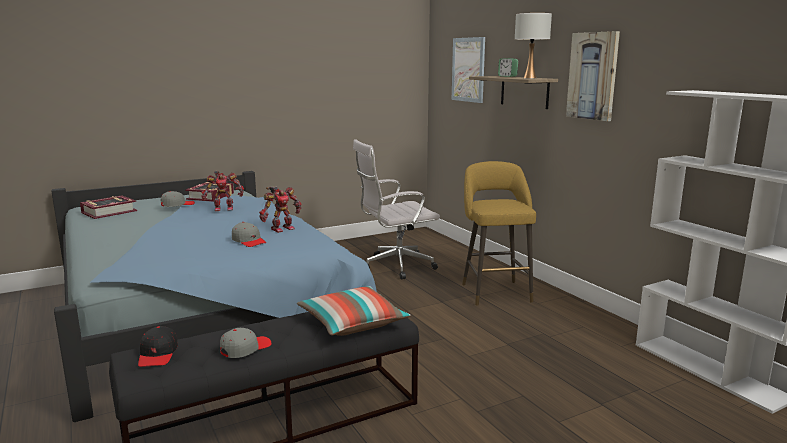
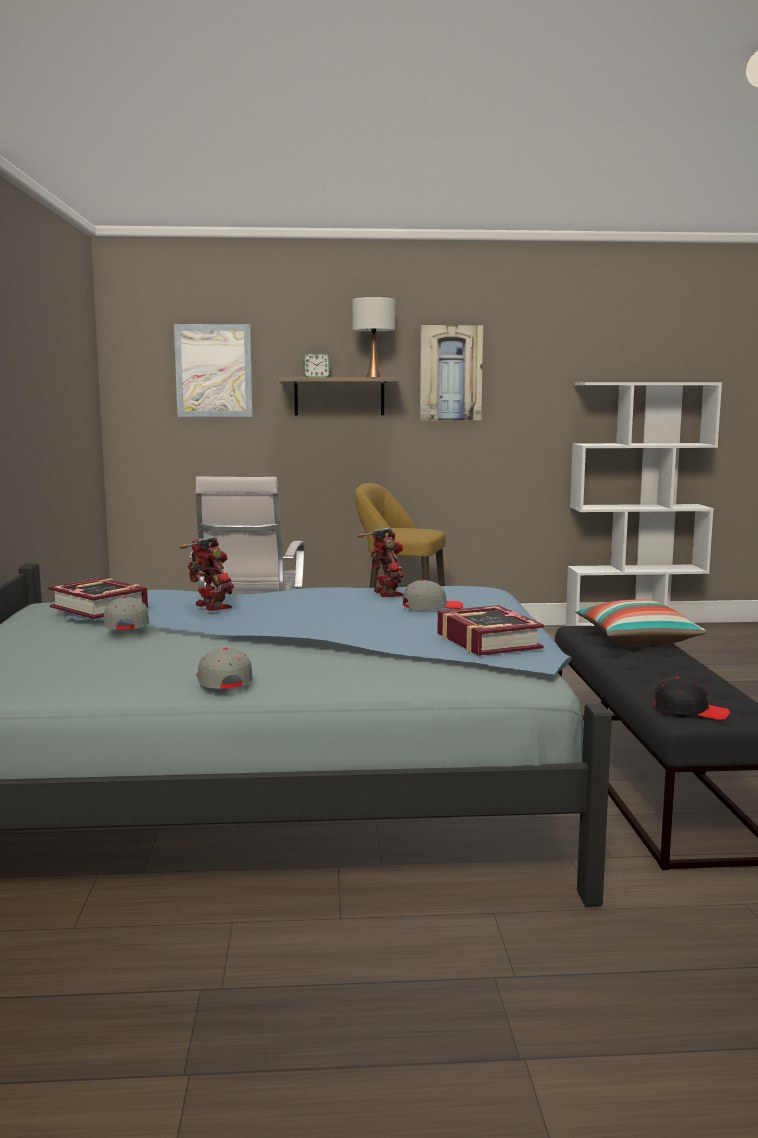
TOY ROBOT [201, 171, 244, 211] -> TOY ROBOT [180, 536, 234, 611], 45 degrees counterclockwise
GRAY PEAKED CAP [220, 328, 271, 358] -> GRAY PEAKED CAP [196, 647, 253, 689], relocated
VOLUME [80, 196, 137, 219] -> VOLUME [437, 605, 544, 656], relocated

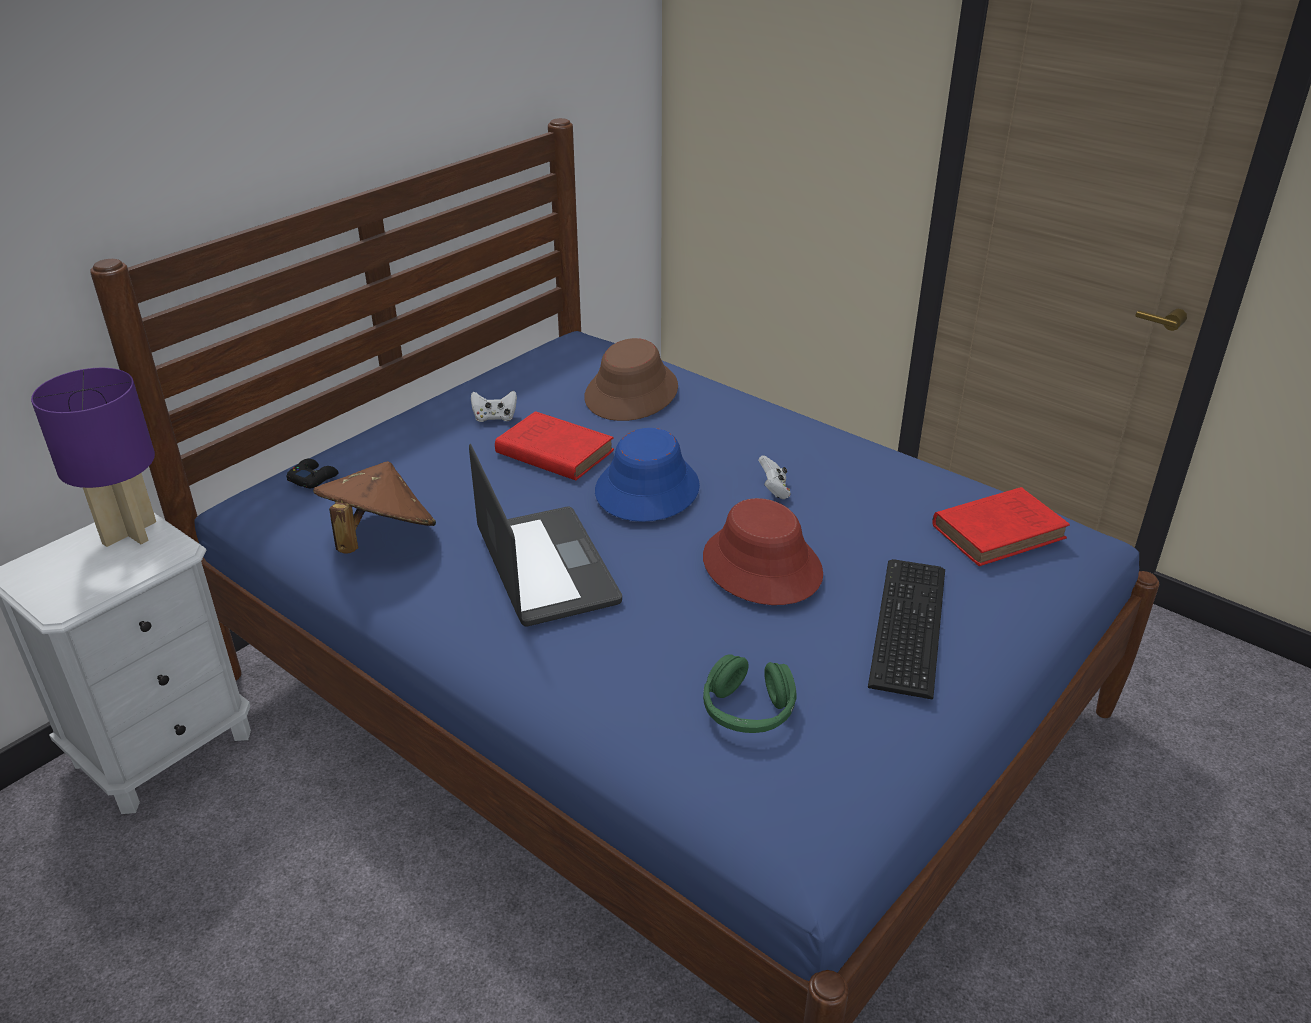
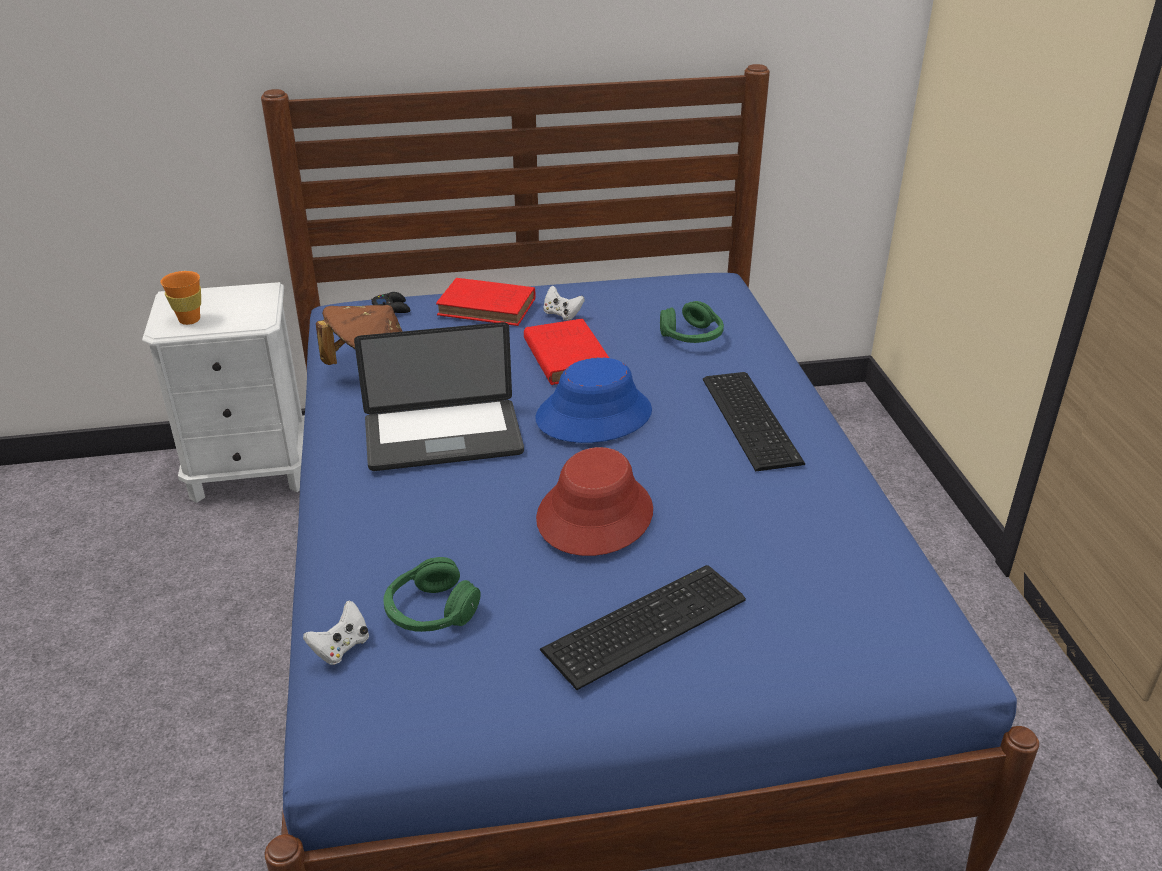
none -> ORANGE CUP [160, 271, 201, 325]
WHITISH GAME CONTROLLER [758, 455, 791, 499] -> WHITISH GAME CONTROLLER [303, 600, 369, 665], relocated
PORTABLE COMPUTER [469, 444, 622, 627] -> PORTABLE COMPUTER [354, 322, 524, 471], 60 degrees clockwise
RED VOLUME [932, 487, 1070, 566] -> RED VOLUME [436, 278, 535, 326], relocated
BROWN HAT [584, 338, 678, 421] -> GREEN HEADSET [660, 301, 724, 343]
none -> PC KEYBOARD [703, 372, 805, 471]
PURPLE TABLETOP LAMP [31, 368, 156, 547] -> none

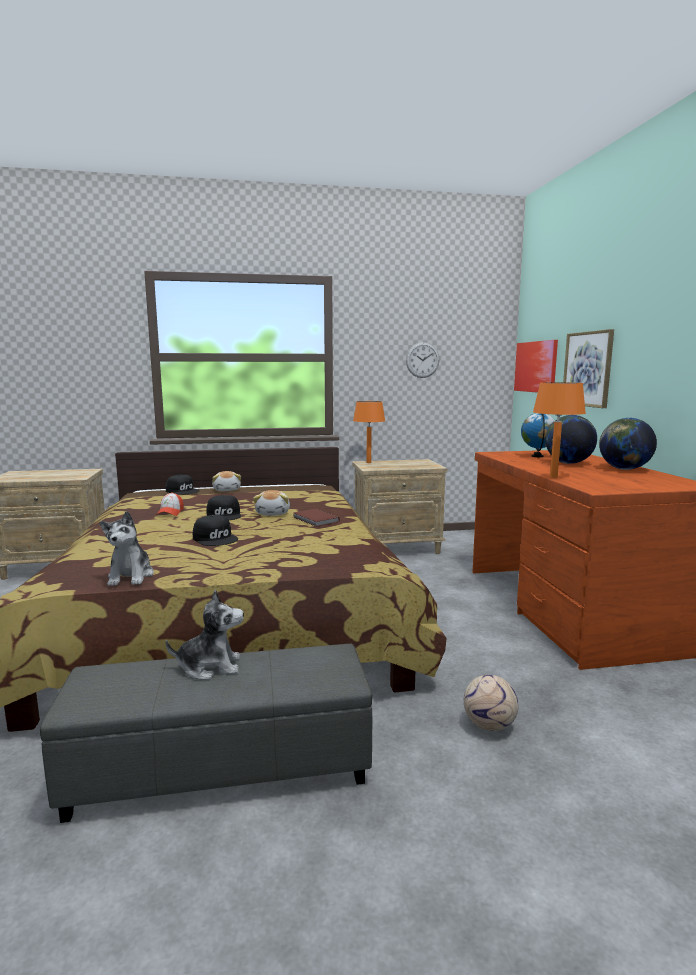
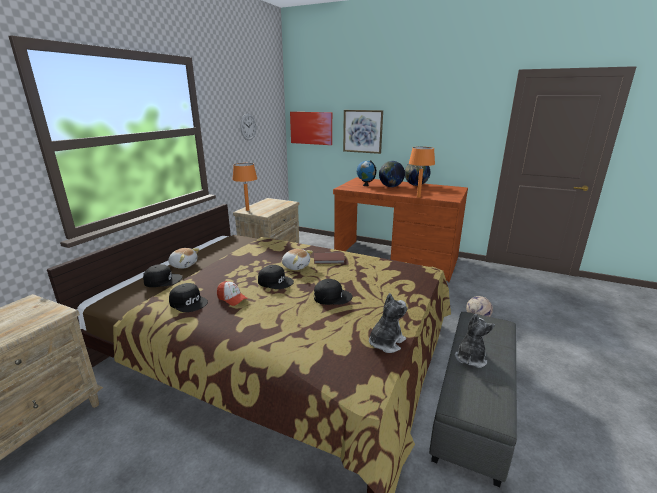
none -> BLACKISH PEAKED CAP [169, 283, 208, 312]
CUDDLY TOY [100, 511, 154, 586] -> CUDDLY TOY [369, 293, 408, 353], 75 degrees counterclockwise

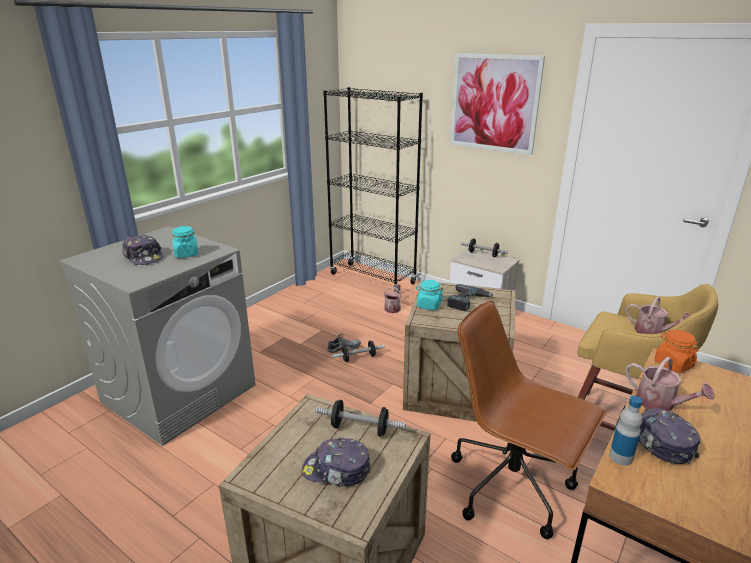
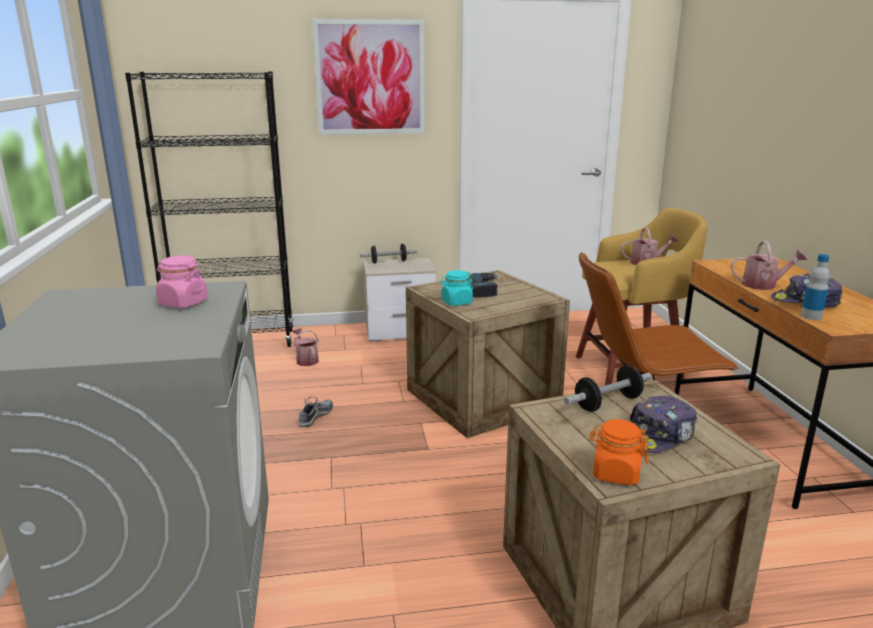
BLUE-GREEN JAR [172, 226, 198, 258] -> PINK JAR [156, 256, 208, 308]
ORANGE JAR [655, 330, 699, 373] -> ORANGE JAR [589, 419, 649, 485], relocated
PEAKED CAP [122, 235, 163, 265] -> none
DUMBBELL [332, 341, 385, 362] -> none

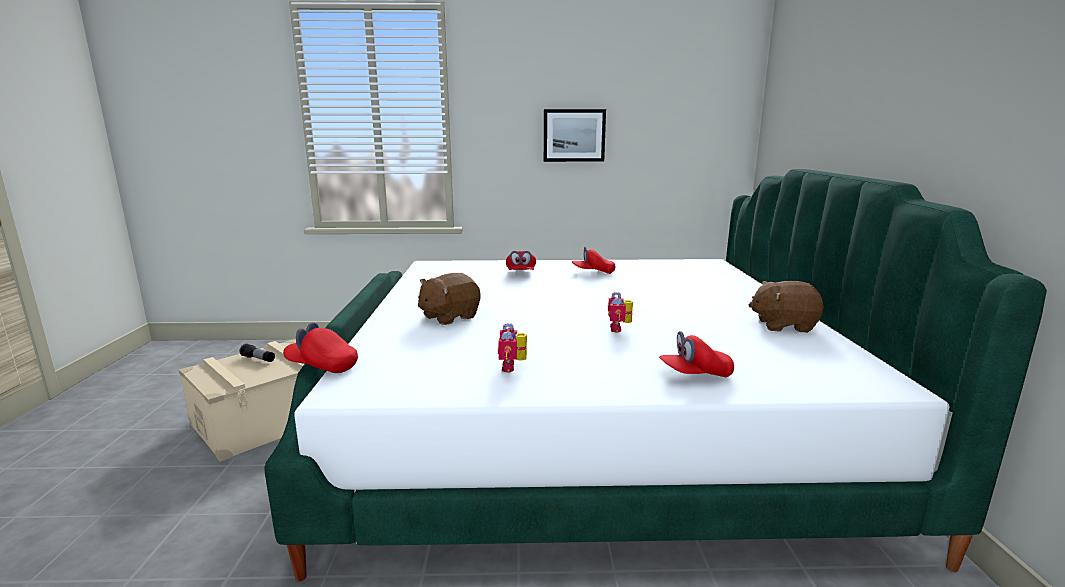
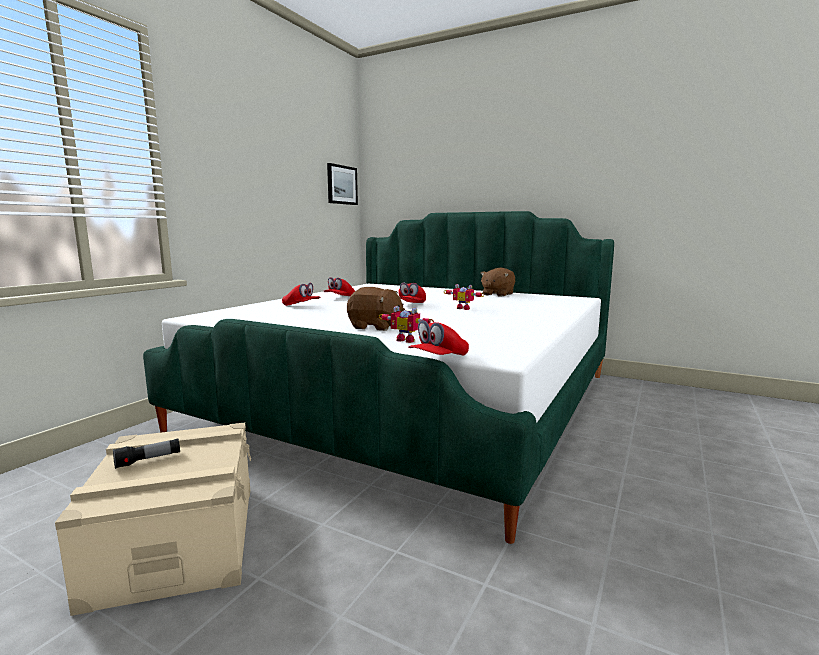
PICTURE [544, 109, 606, 162] -> PICTURE [327, 163, 358, 205], relocated
BROWN CUDDLY TOY [418, 273, 480, 325] -> BROWN CUDDLY TOY [347, 287, 405, 331], 60 degrees counterclockwise
TOY ROBOT [498, 323, 527, 372] -> TOY ROBOT [379, 306, 434, 343], relocated
RED PEAKED CAP [659, 331, 734, 377] -> RED PEAKED CAP [398, 282, 426, 303], relocated

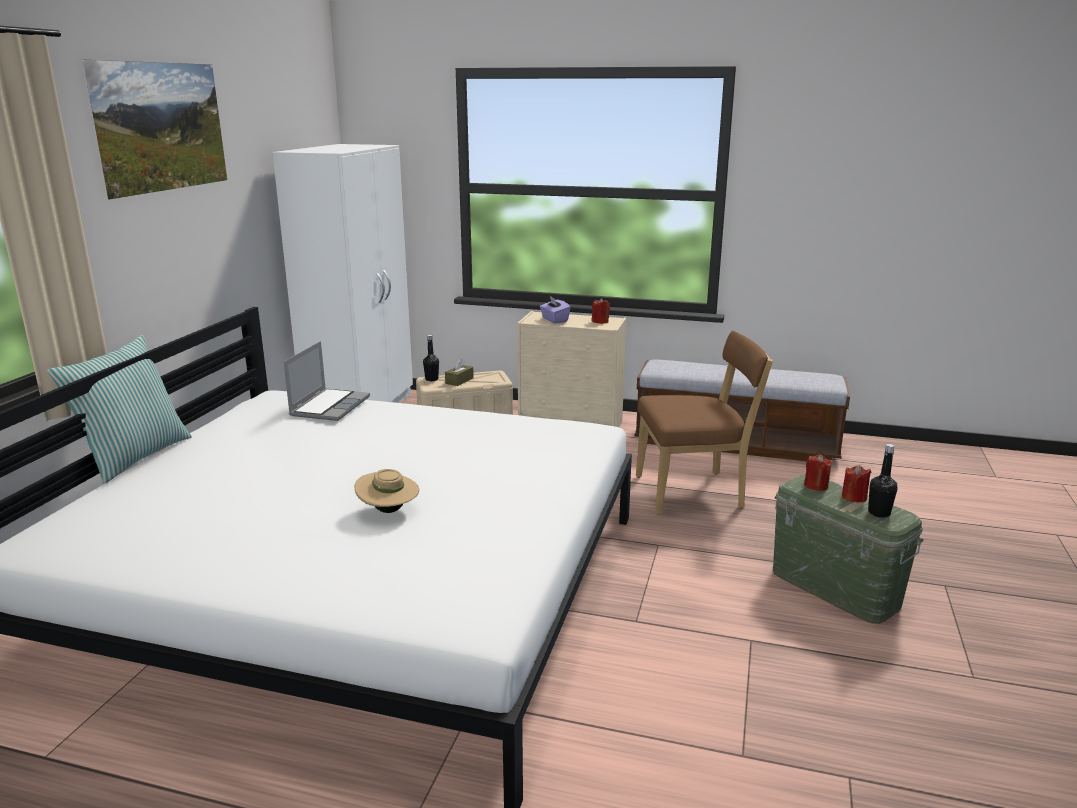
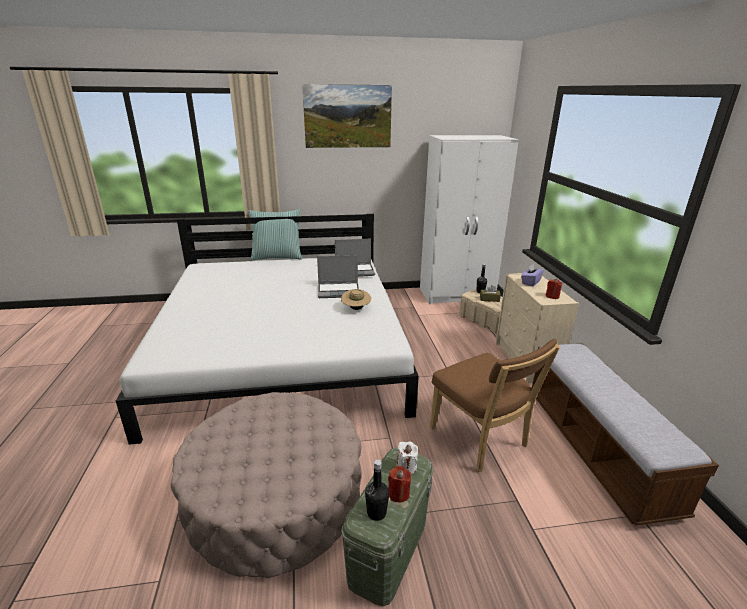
none -> BEIGE-COLOURED FOOTREST [171, 392, 361, 578]
none -> PORTABLE COMPUTER [317, 255, 359, 298]
BEIGE-COLOURED HAT [355, 469, 419, 513] -> BEIGE-COLOURED HAT [341, 289, 371, 310], relocated
RED CANDLE [804, 455, 832, 491] -> WHITISH CANDLE [397, 441, 418, 474]

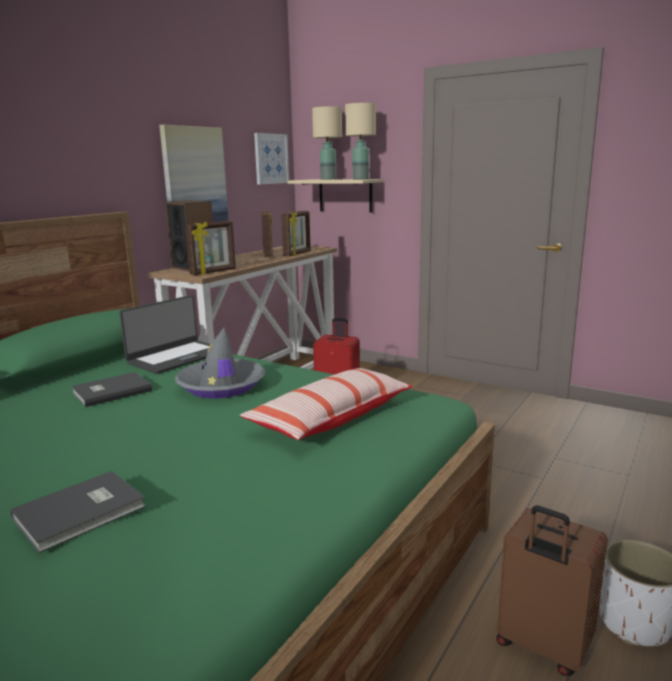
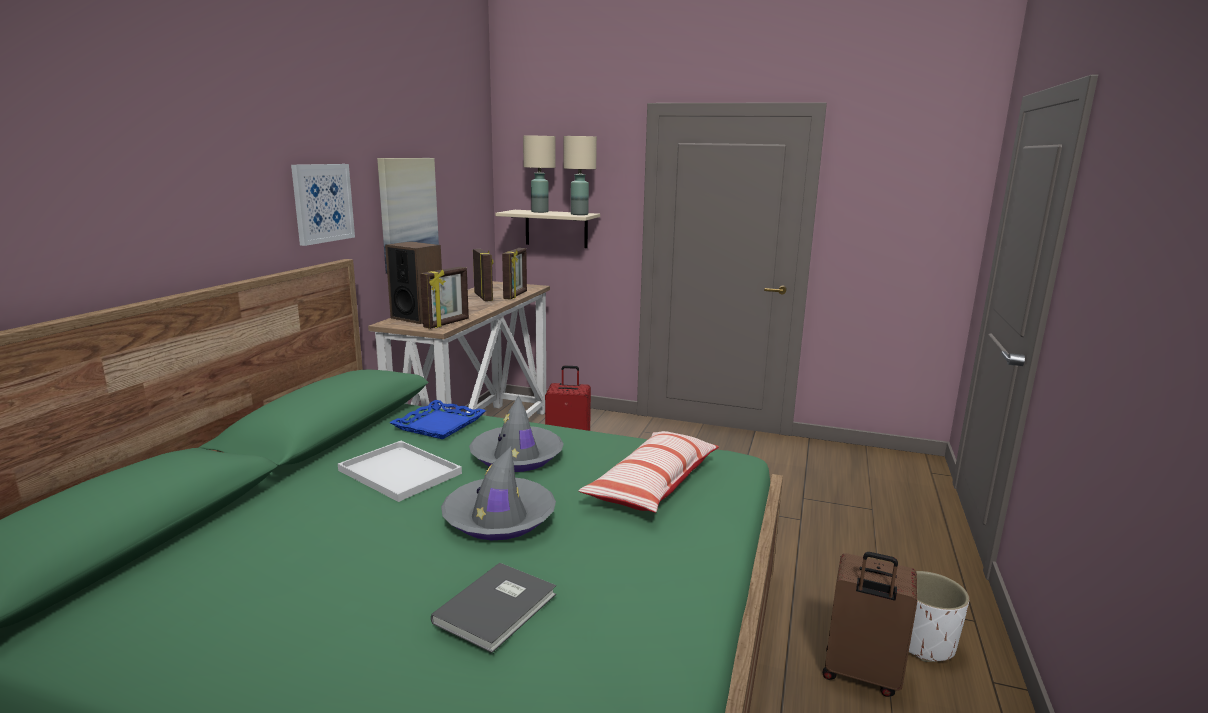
PICTURE [254, 133, 289, 185] -> PICTURE [291, 164, 355, 246], relocated
GRAY VOLUME [71, 372, 152, 407] -> WHITISH TRAY [338, 441, 462, 502]
PORTABLE COMPUTER [119, 295, 210, 374] -> BLUE-COLOURED TRAY [389, 400, 486, 439]
none -> GRAY HAT [441, 447, 556, 540]

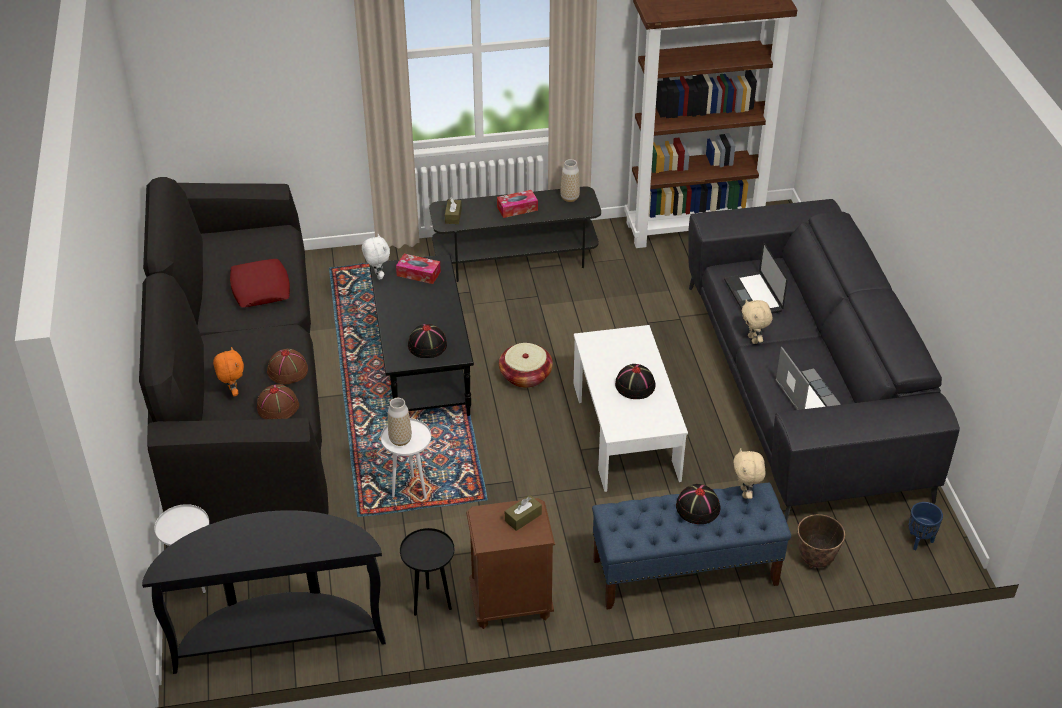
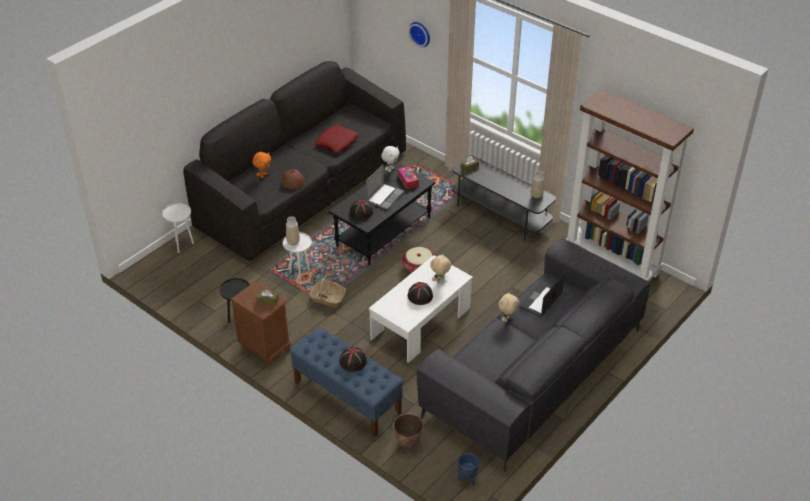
none -> STORAGE BASKET [309, 273, 346, 307]
PORTABLE COMPUTER [776, 347, 841, 410] -> PORTABLE COMPUTER [366, 164, 404, 210], relocated
none -> WALL CLOCK [408, 22, 430, 47]
BEIGE-COLOURED CUDDLY TOY [733, 448, 765, 499] -> BEIGE-COLOURED CUDDLY TOY [430, 253, 451, 283], relocated
BLACKISH CONSOLE TABLE [142, 510, 386, 674] -> none
BROWN HAT [257, 384, 299, 419] -> none
TISSUE HOLDER [497, 190, 538, 218] -> none

